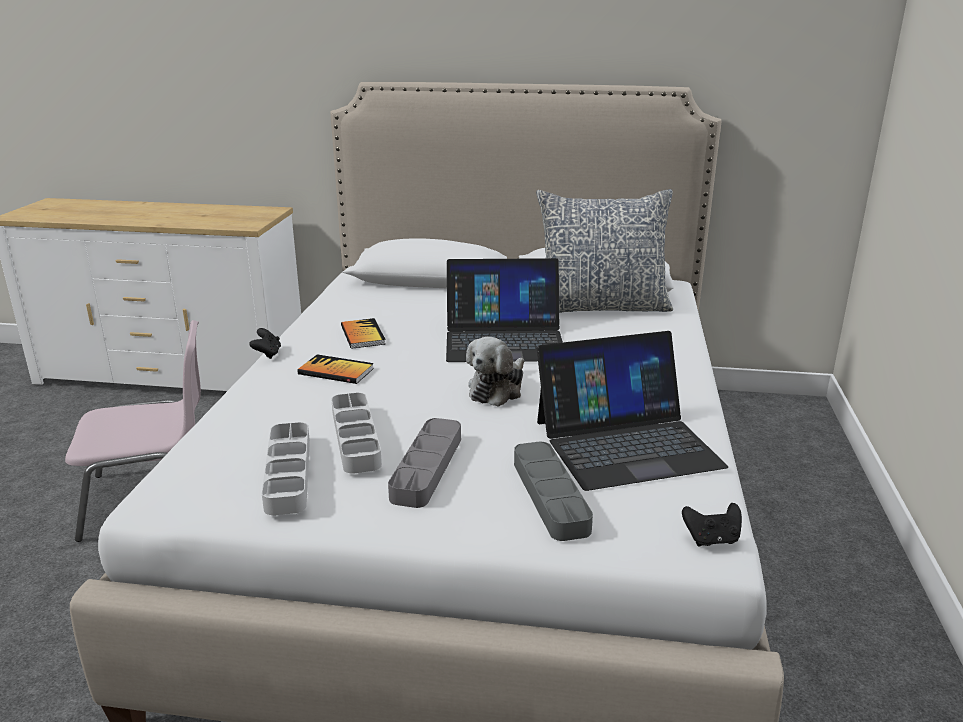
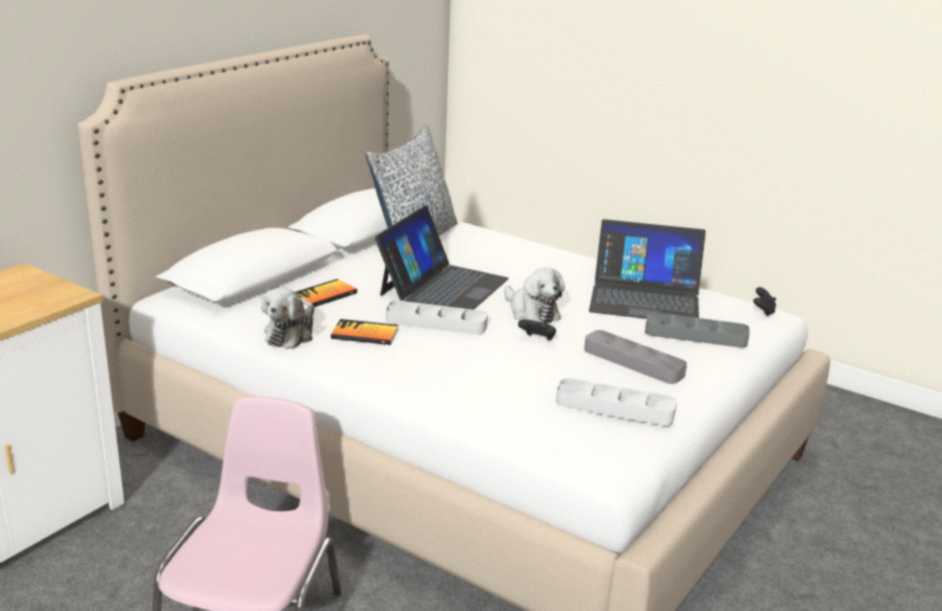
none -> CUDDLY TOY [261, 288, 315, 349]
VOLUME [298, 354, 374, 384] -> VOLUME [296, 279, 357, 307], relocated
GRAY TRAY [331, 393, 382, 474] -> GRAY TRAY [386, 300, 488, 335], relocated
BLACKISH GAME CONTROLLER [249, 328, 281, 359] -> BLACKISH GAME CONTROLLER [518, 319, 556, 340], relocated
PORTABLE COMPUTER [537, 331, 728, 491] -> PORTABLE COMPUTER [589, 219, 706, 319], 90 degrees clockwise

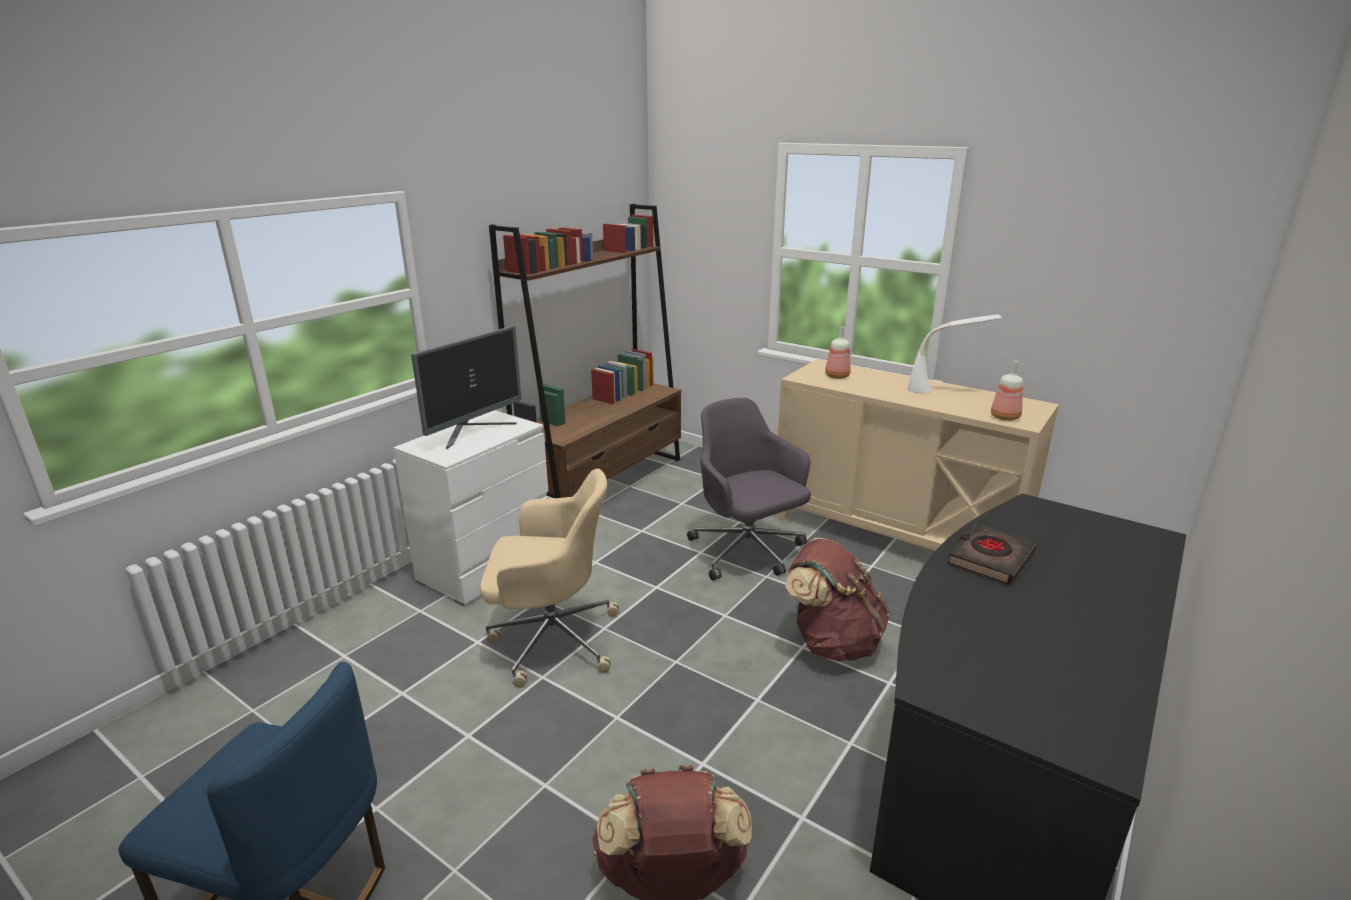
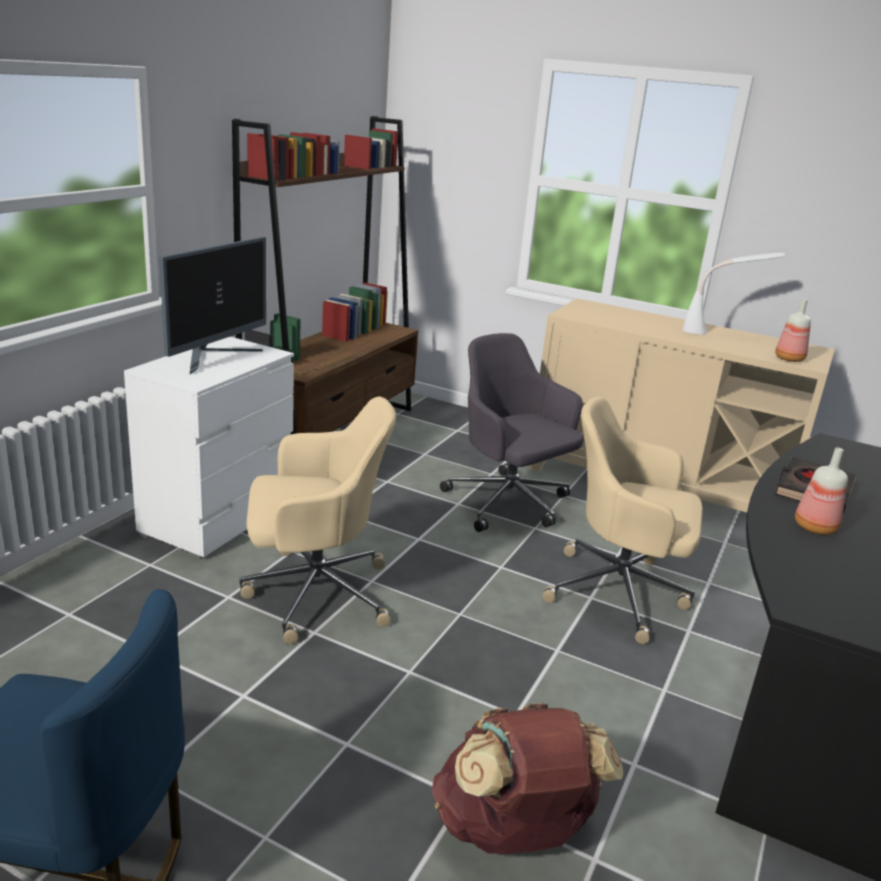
BROWN KNAPSACK [786, 538, 890, 662] -> BEIGE-COLOURED COMPUTER CHAIR [543, 397, 703, 644]
BEVERAGE BOTTLE [825, 326, 851, 379] -> BEVERAGE BOTTLE [795, 447, 848, 535], relocated

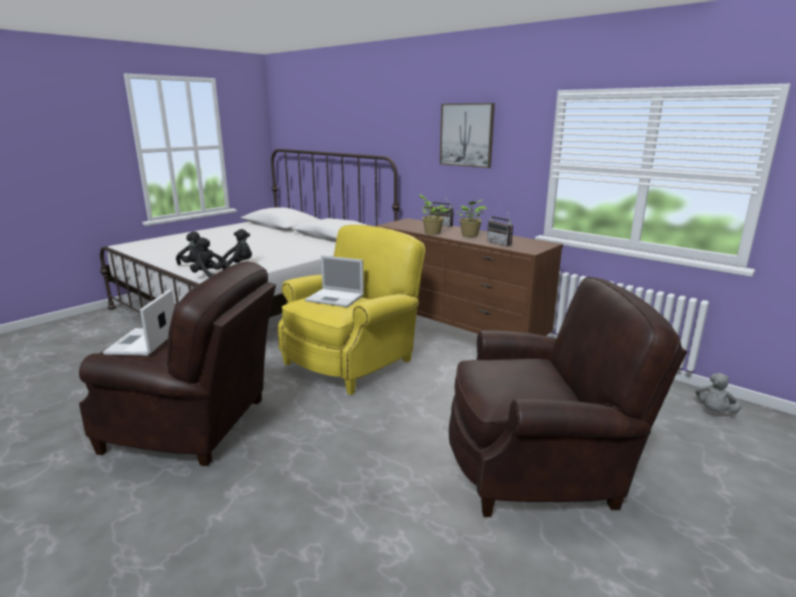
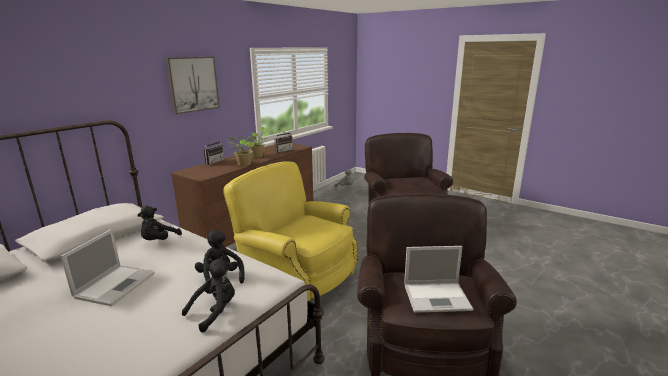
PORTABLE COMPUTER [305, 255, 364, 307] -> PORTABLE COMPUTER [61, 229, 155, 306], relocated
BLACKISH CUDDLY TOY [190, 237, 230, 277] -> BLACKISH CUDDLY TOY [137, 206, 182, 240], relocated

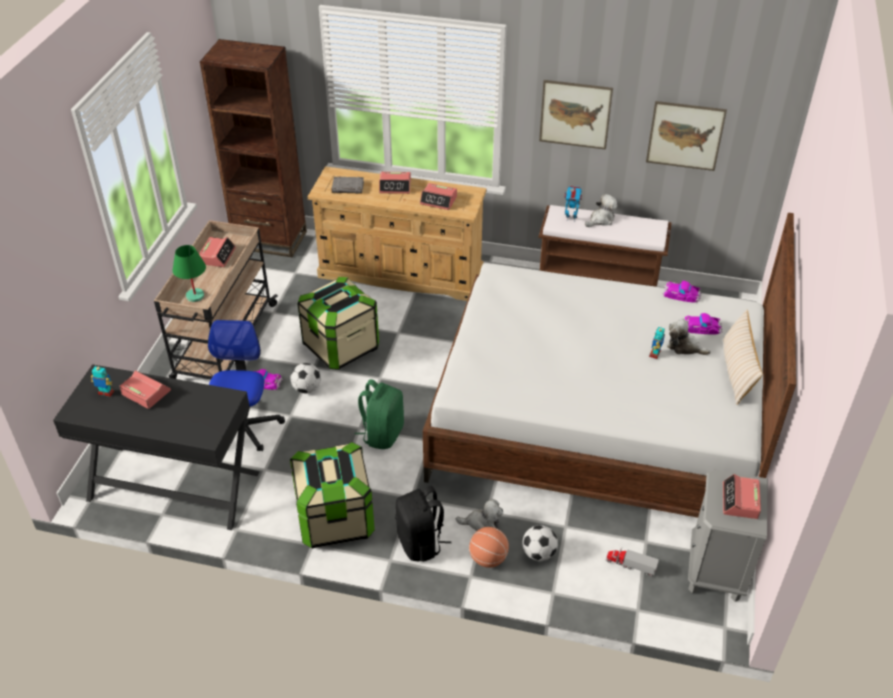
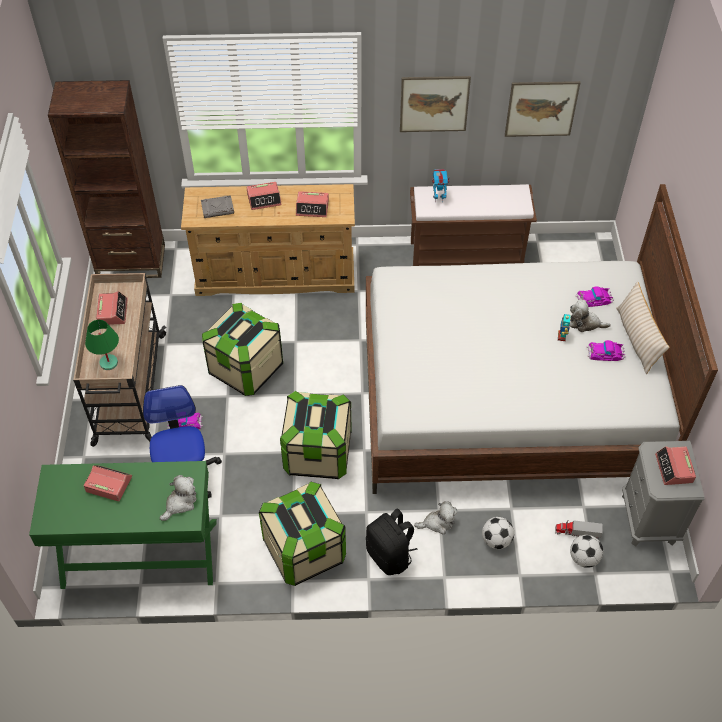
BLACKISH DESK TABLE [53, 364, 260, 530] -> GREEN DESK TABLE [29, 461, 217, 589]
CUDDLY TOY [585, 194, 618, 227] -> CUDDLY TOY [160, 475, 196, 521], relocated
GREEN KNAPSACK [355, 379, 404, 449] -> STORAGE BIN [280, 391, 352, 479]
FOOTBALL [290, 363, 321, 393] -> FOOTBALL [570, 535, 603, 568], relocated
MODEL CAR [662, 281, 702, 302] -> MODEL CAR [587, 340, 626, 361], relocated
TOY ROBOT [91, 366, 114, 397] -> none
BALL FOR BASKETBALL [469, 527, 509, 568] -> none

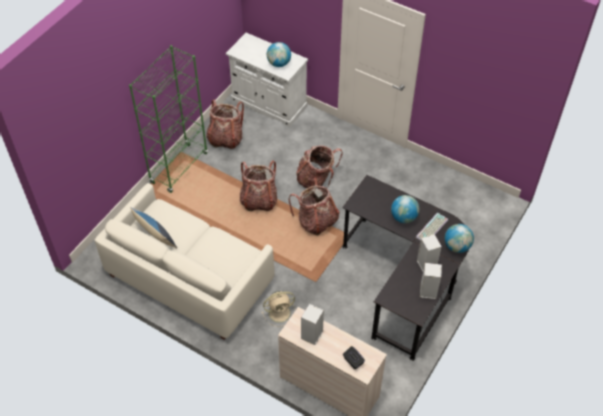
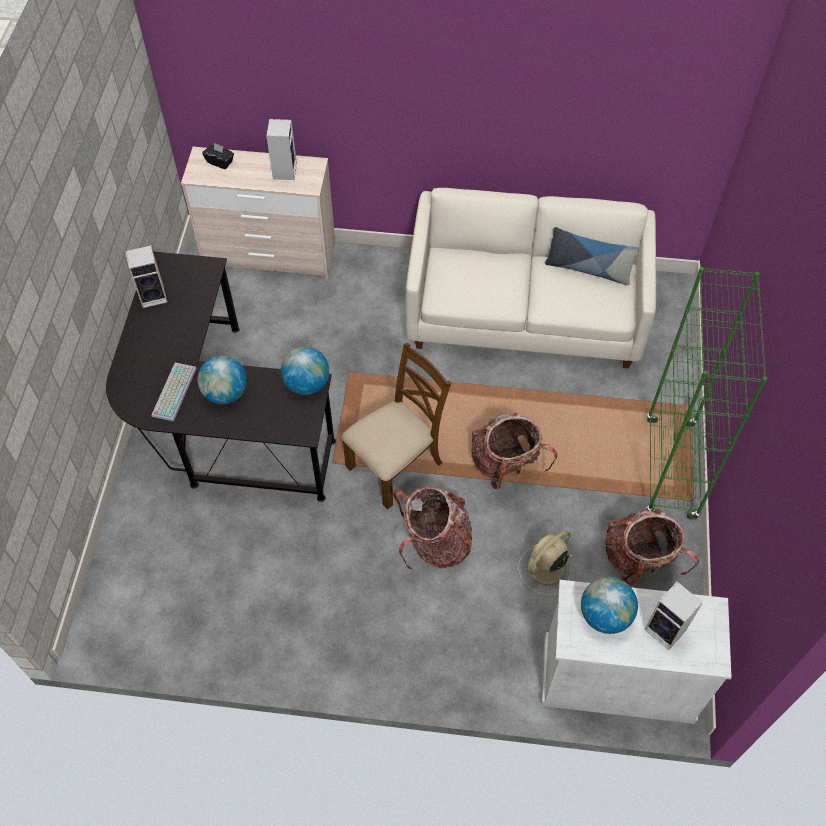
GLOBE [445, 224, 474, 253] -> GLOBE [281, 346, 329, 395], relocated
KNAPSACK [289, 178, 339, 235] -> BROWN UPRIGHT CHAIR [342, 343, 451, 509]
BEIGE-COLOURED COOLING FAN [262, 291, 296, 326] -> BEIGE-COLOURED COOLING FAN [518, 530, 573, 595], relocated
AUDIO SPEAKER [417, 234, 442, 272] -> AUDIO SPEAKER [644, 582, 703, 650], relocated

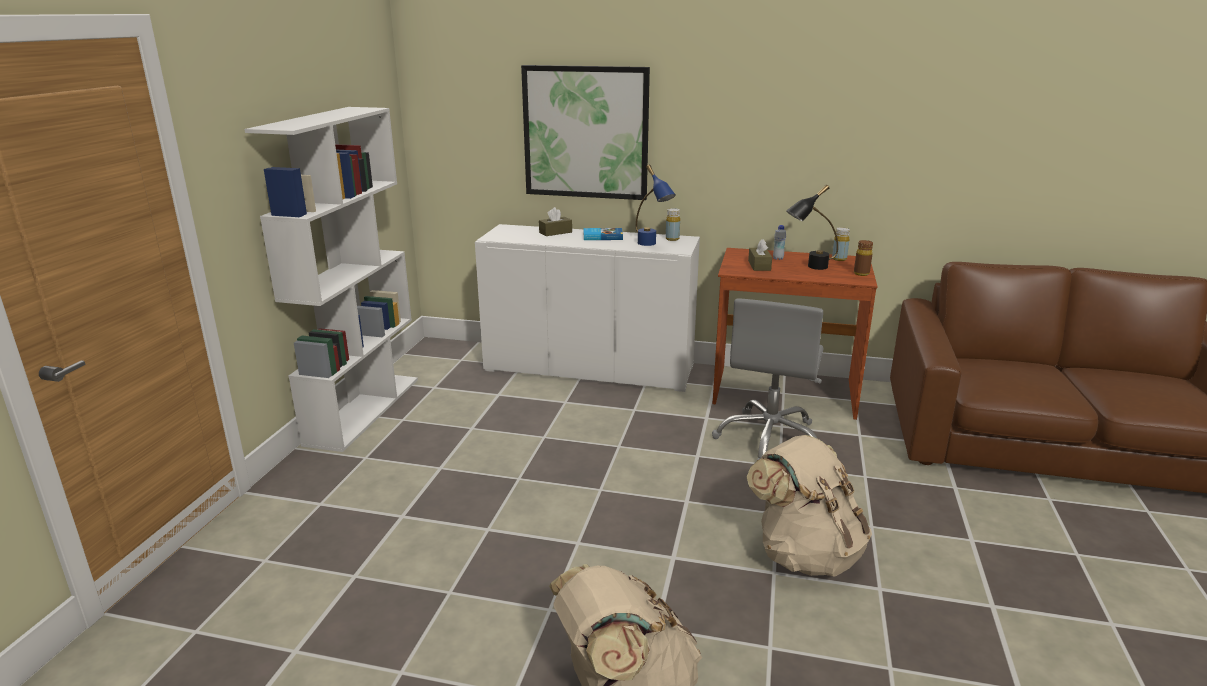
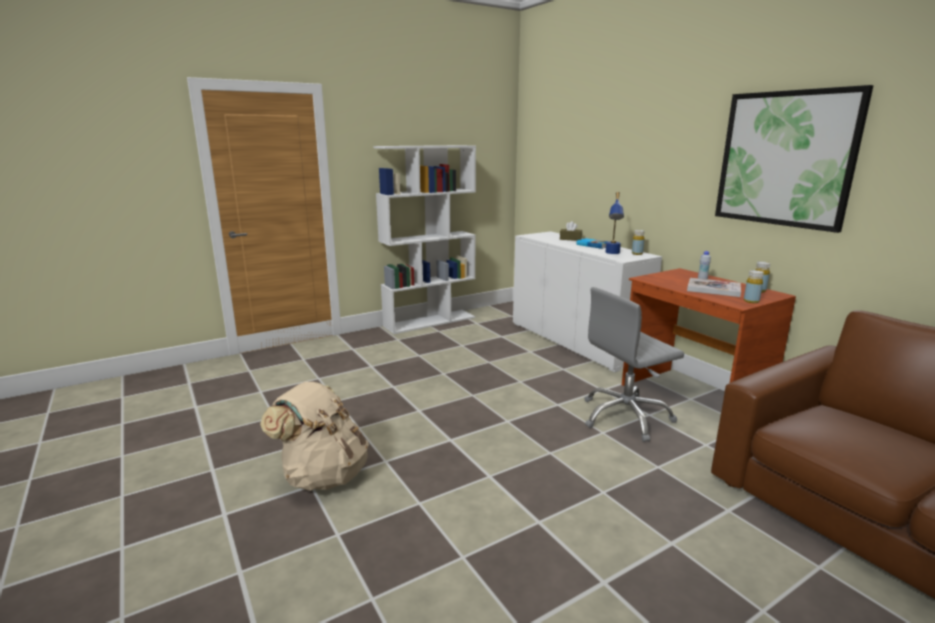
BLACKISH TABLETOP LAMP [786, 184, 838, 270] -> VOLUME [687, 278, 741, 297]
PICTURE [521, 65, 650, 200] -> PICTURE [715, 85, 874, 233], relocated
BROWN BEVERAGE BOTTLE [854, 240, 873, 276] -> YELLOWISH BEVERAGE BOTTLE [744, 270, 764, 303]
BEIGE-COLOURED KNAPSACK [746, 435, 872, 577] -> none
BROWN TISSUE HOLDER [748, 239, 772, 271] -> none

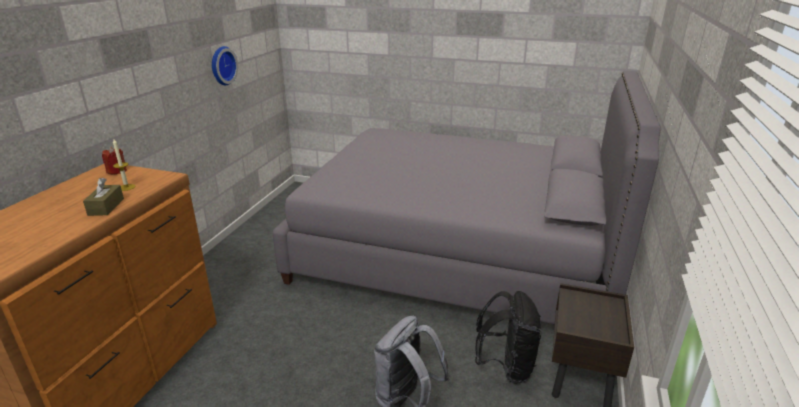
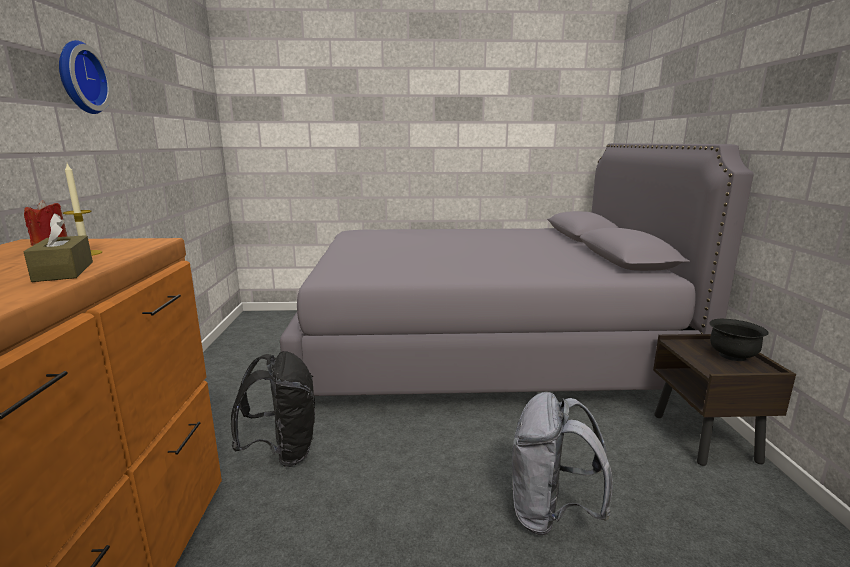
WALL CLOCK [212, 46, 238, 85] -> WALL CLOCK [59, 40, 112, 114], relocated
BLACKISH KNAPSACK [475, 291, 541, 384] -> BLACKISH KNAPSACK [231, 351, 315, 467], relocated
none -> BLACKISH SERVING BOWL [709, 319, 769, 361]

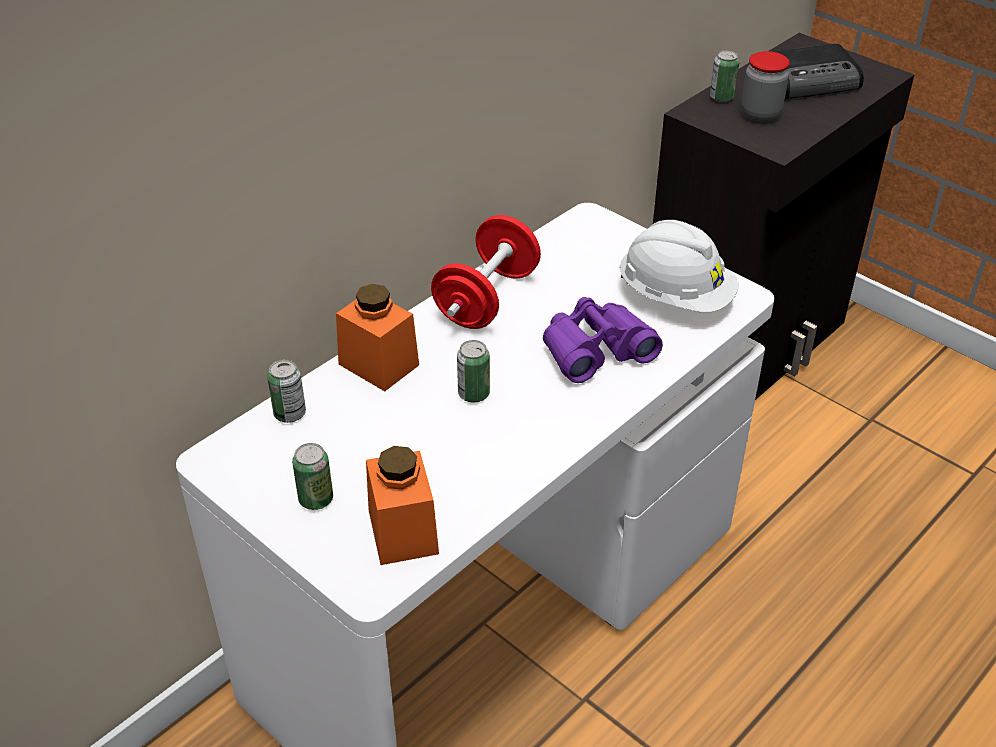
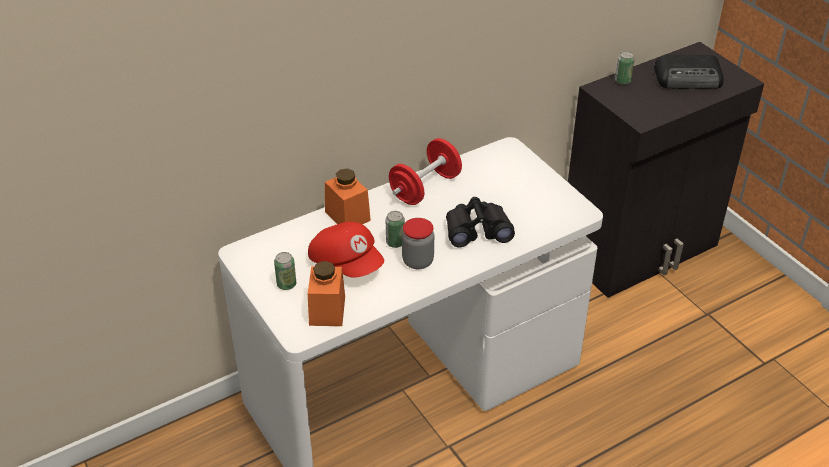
none -> RED PEAKED CAP [308, 222, 384, 278]
JAR [741, 51, 790, 122] -> JAR [402, 218, 434, 269], relocated
PURPLE BINOCULARS [543, 297, 663, 383] -> BLACKISH BINOCULARS [446, 197, 515, 247]
CAN [267, 359, 306, 423] -> none
WHITISH SAFETY HELMET [620, 220, 738, 313] -> none

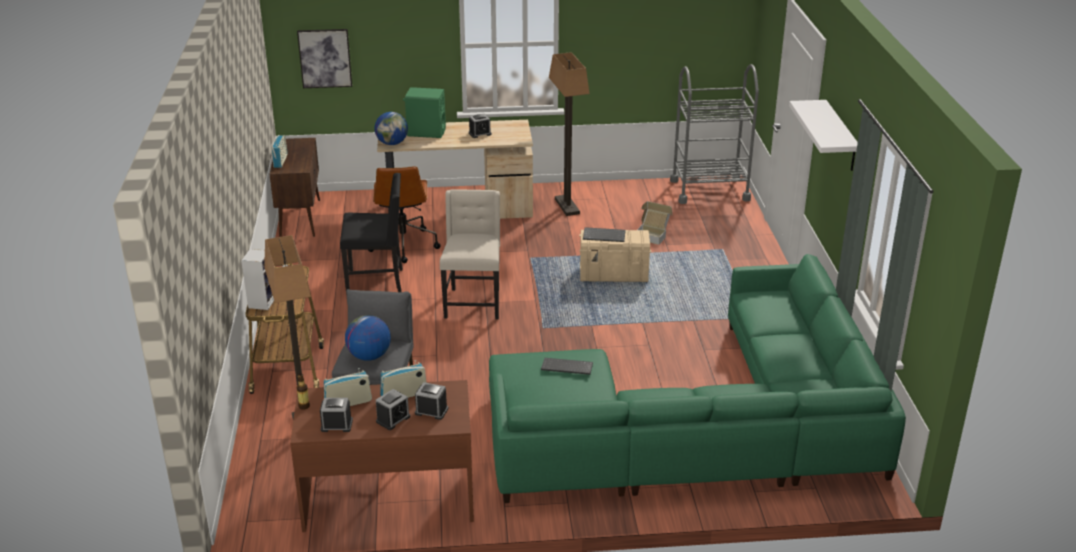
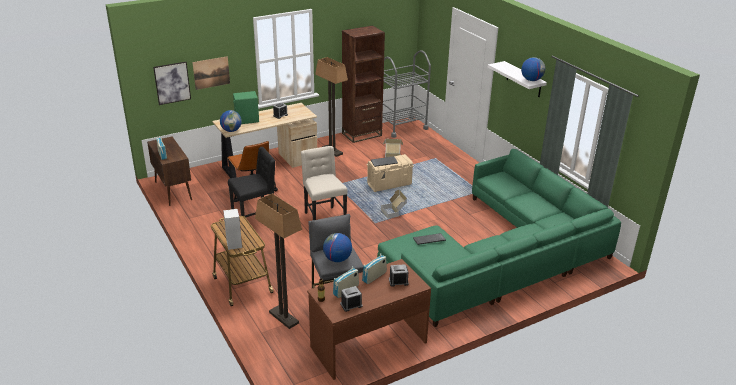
none -> PICTURE [192, 56, 230, 90]
none -> BROWN BOOKSHELF [342, 25, 385, 143]
none -> CARDBOARD BOX [381, 190, 407, 219]
none -> GLOBE [521, 57, 545, 81]
ALARM CLOCK [376, 389, 410, 430] -> none

